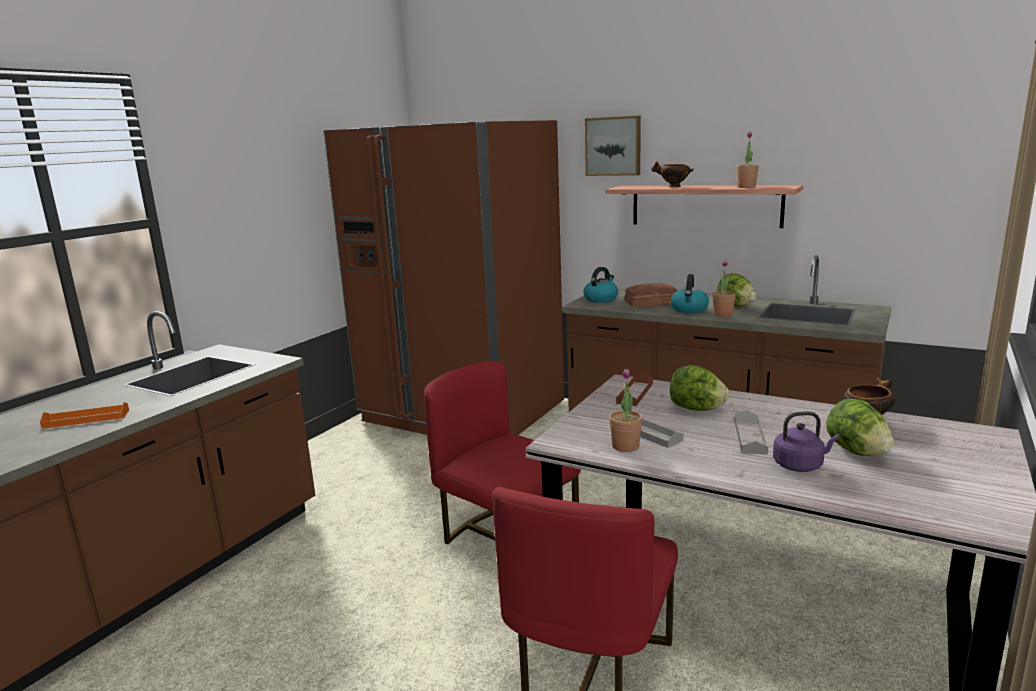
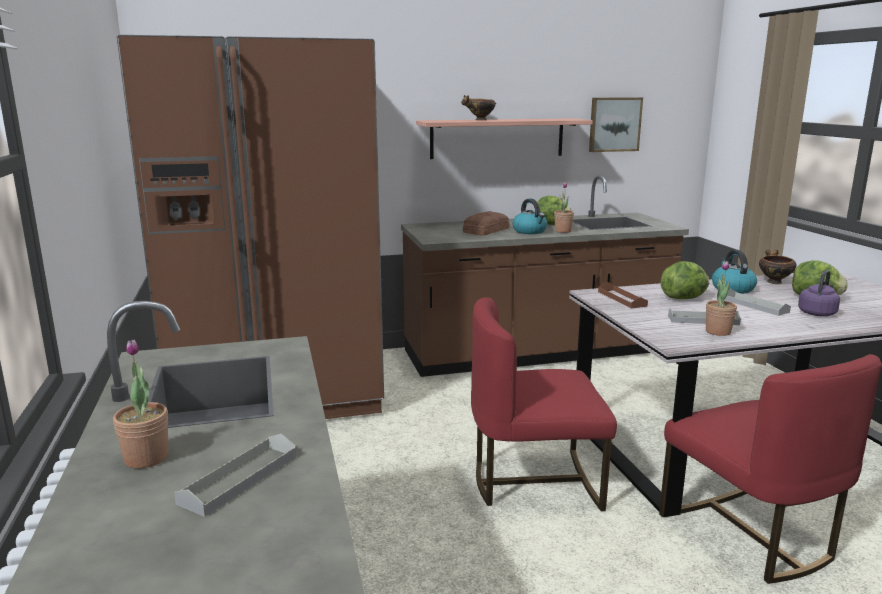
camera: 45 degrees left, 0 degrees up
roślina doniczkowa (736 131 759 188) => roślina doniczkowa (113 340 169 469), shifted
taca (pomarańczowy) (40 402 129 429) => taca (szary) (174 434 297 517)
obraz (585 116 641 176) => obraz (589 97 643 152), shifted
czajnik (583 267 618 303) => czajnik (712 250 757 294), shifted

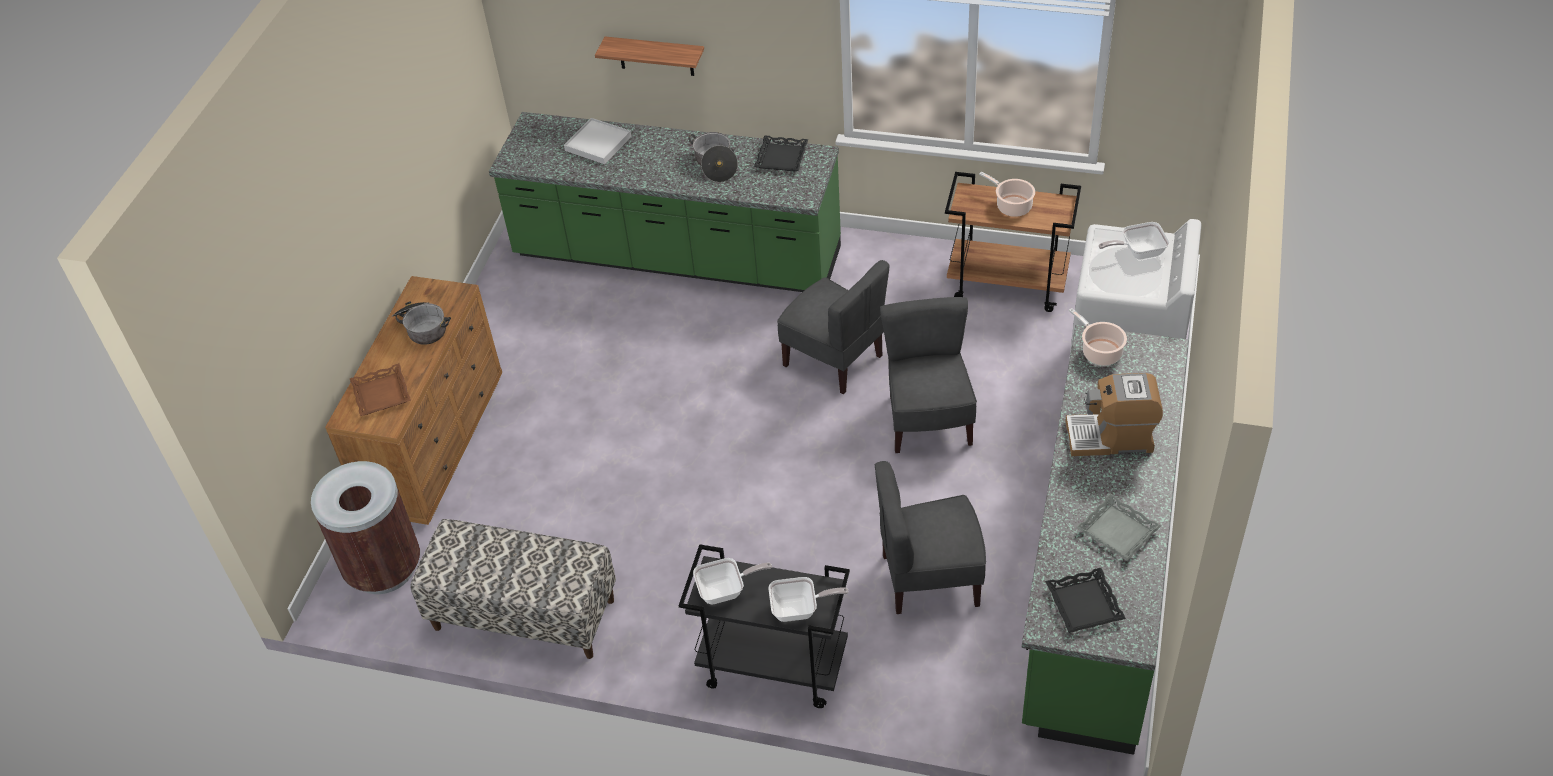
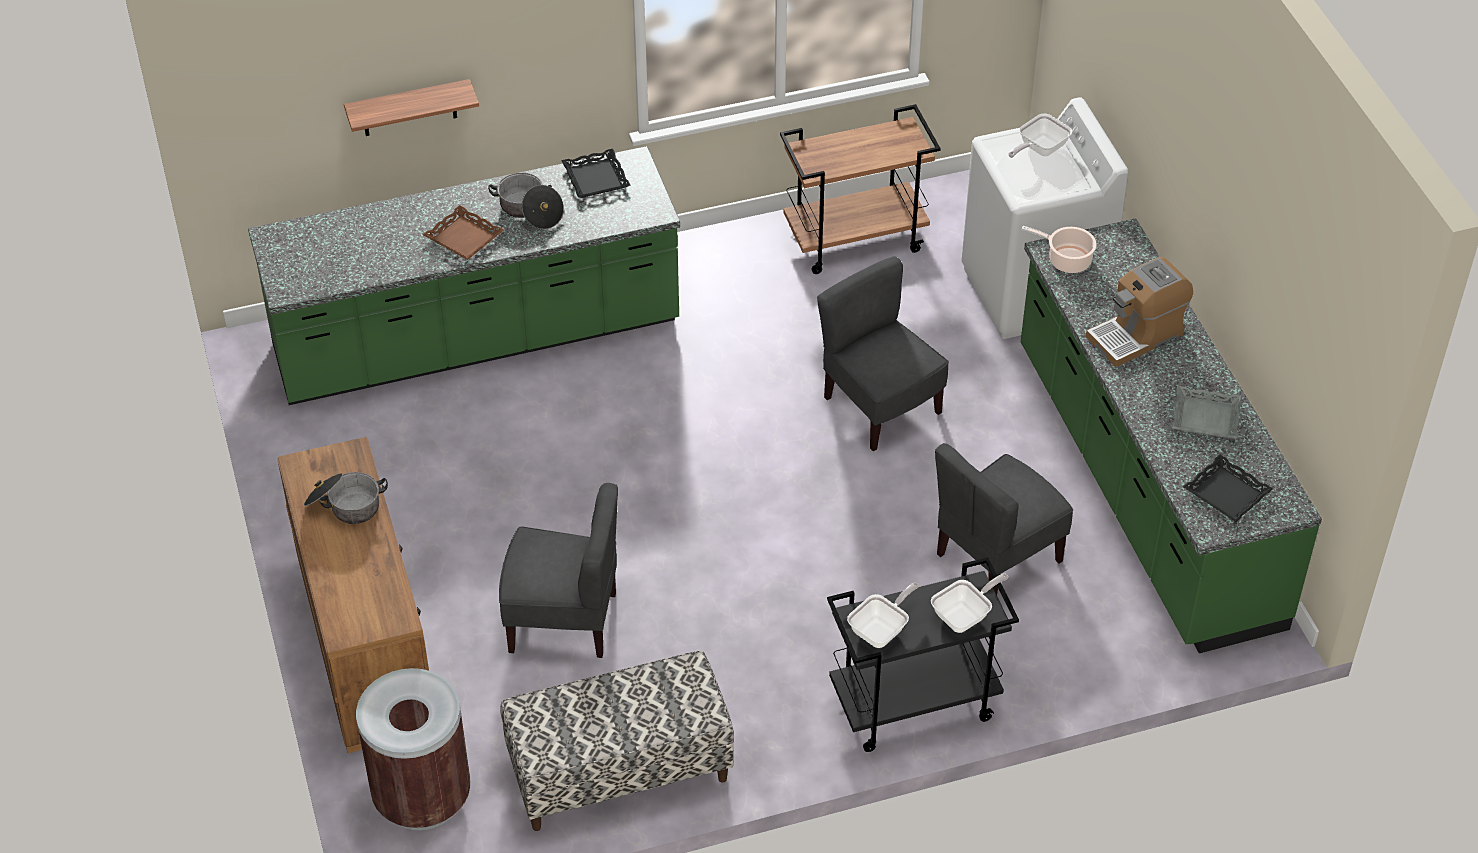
camera: 35 degrees left, 0 degrees up
taca (brązowy) (350 363 411 416) => taca (brązowy) (423 205 504 260), shifted
krzesło (szary) (777 260 889 394) => krzesło (szary) (499 483 618 658), shifted
taca (biały) (564 118 632 164) => nothing
garnek (979 171 1035 217) => nothing

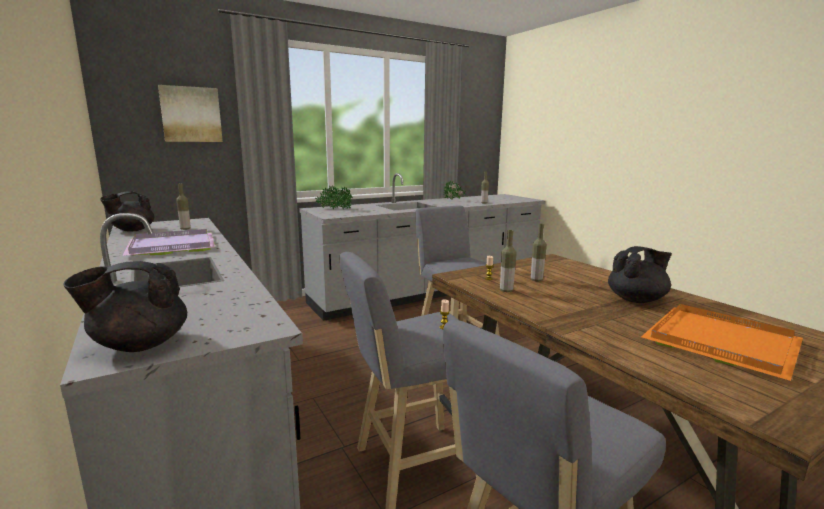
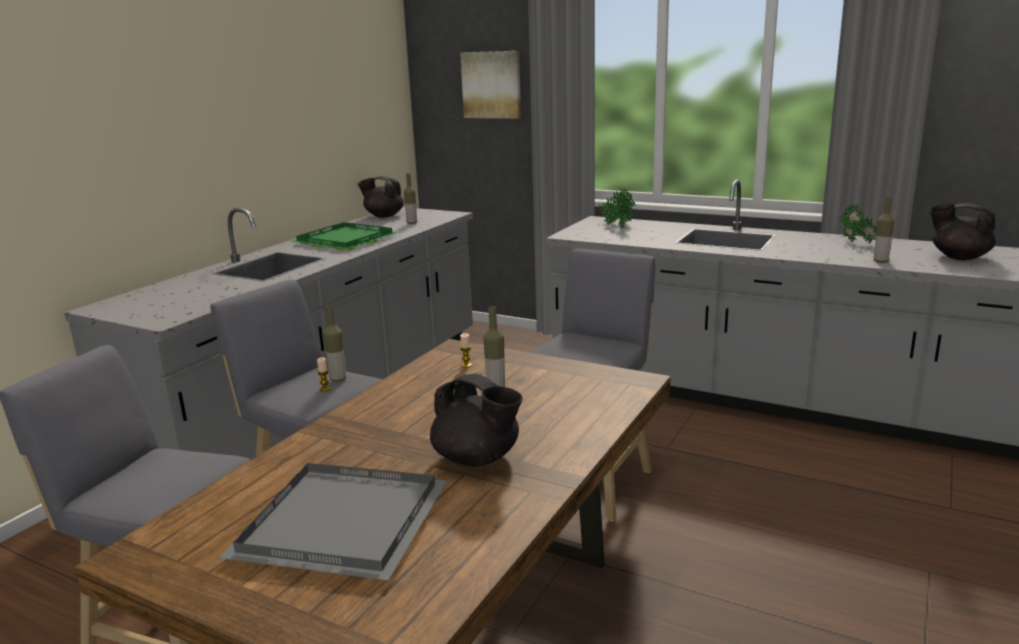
camera: 60 degrees right, 5 degrees up
taca (pomarańczowy) (641 304 803 381) => taca (szary) (219 463 447 580)
taca (fioletowy) (123 229 215 256) => taca (zielony) (290 222 399 251)
butelka (500 230 517 292) => butelka (323 305 346 382), shifted
imbryk (czarny) (63 261 187 352) => imbryk (czarny) (930 203 996 260), shifted

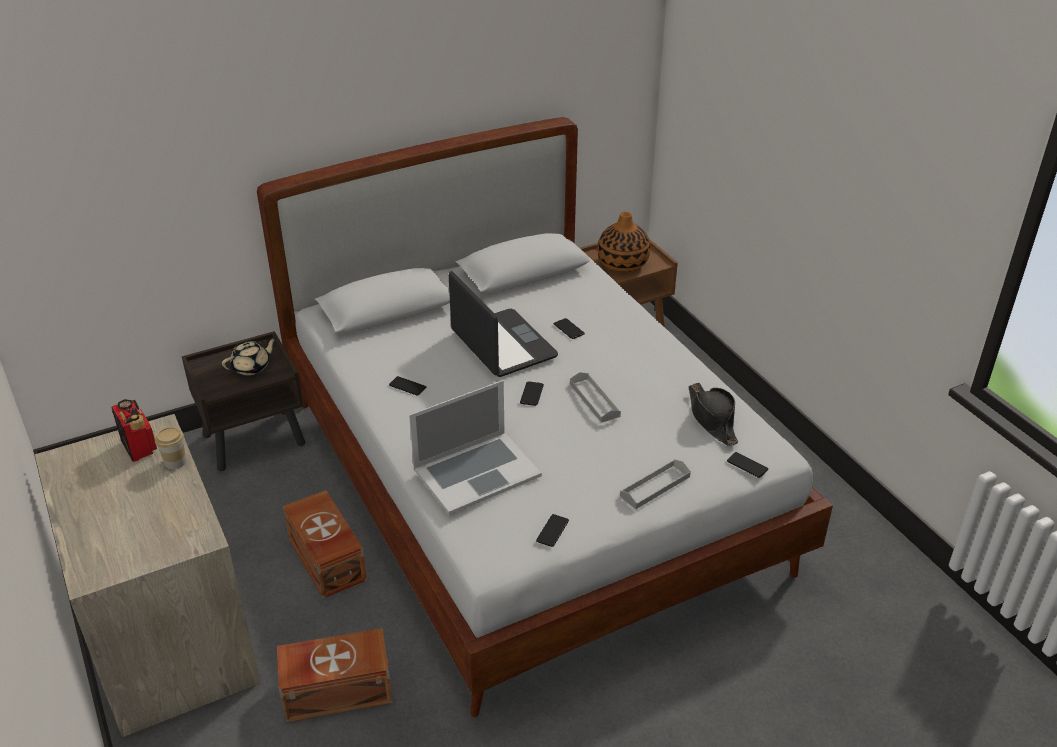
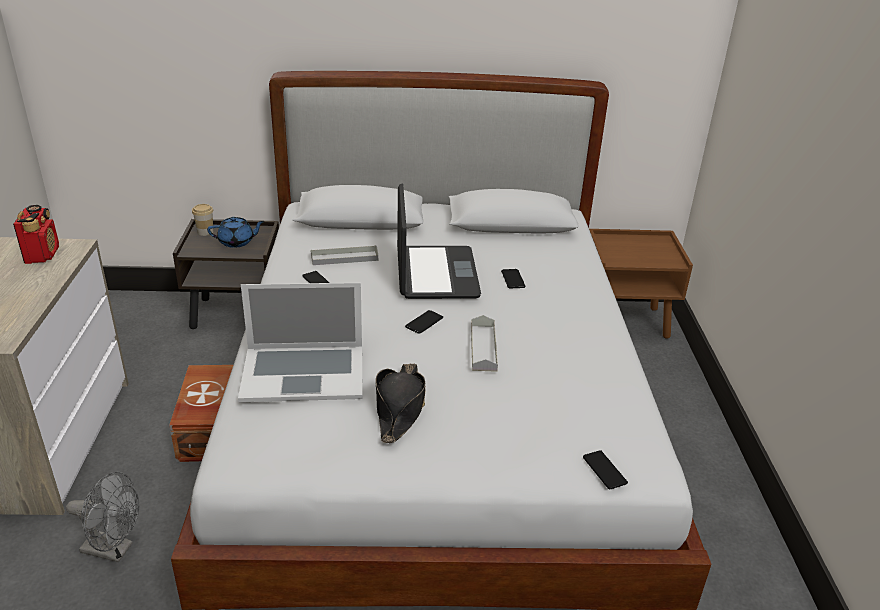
camera: 25 degrees right, 5 degrees down
pojemnik do przechowywania (brązowy) (277 628 393 722) => wentylator (szary) (66 471 139 562)
filiżanka (155 427 186 469) => filiżanka (192 204 213 236), shifted
imbryk (beżowy) (222 337 277 375) => imbryk (niebieski) (207 217 265 248)
taca (szary) (620 459 691 509) => taca (szary) (311 245 378 265), shifted
kapelusz (czarny) (689 383 738 446) => kapelusz (czarny) (375 363 425 443), shifted
telefon (536 514 569 547) => nothing
wazon (597 212 650 272) => nothing

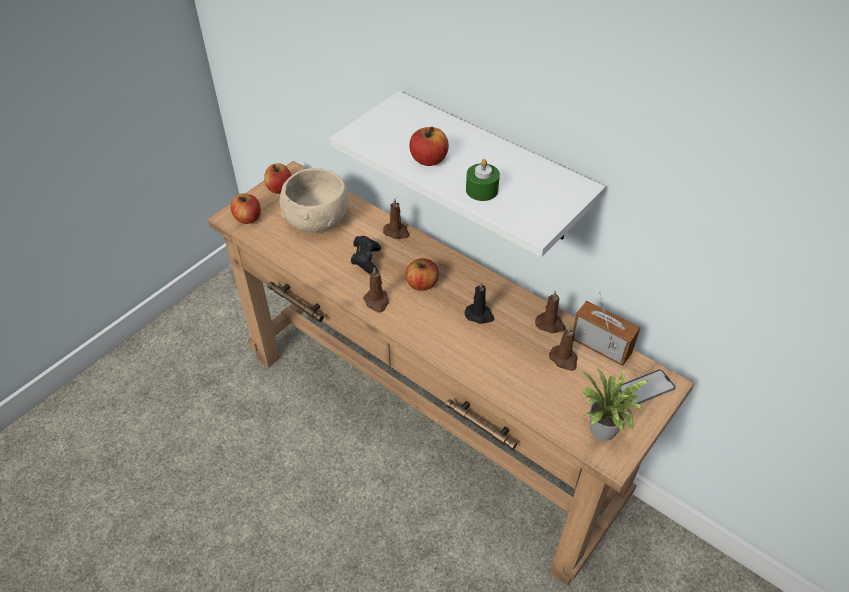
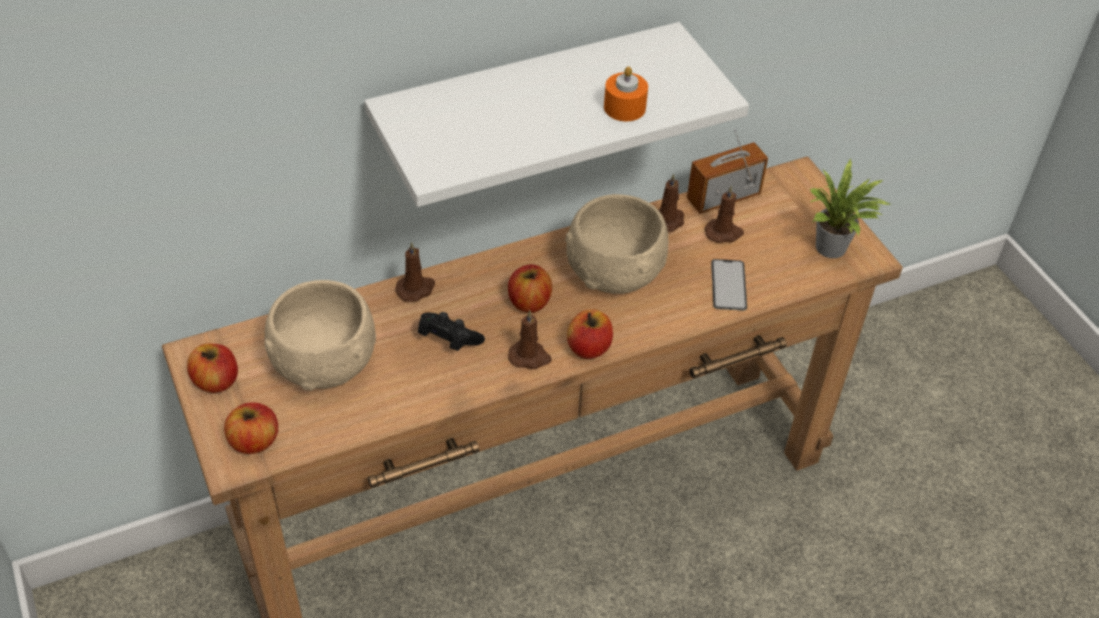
camera: 65 degrees left, 0 degrees up
świeca (czarny) (465 281 494 324) => miska (beżowy) (565 194 668 294)
jabłko (409 127 449 166) => jabłko (567 309 613 359), shifted
świeca (zielony) (466 159 500 201) => świeca (pomarańczowy) (604 66 648 122)
telefon (620 369 676 404) => telefon (711 259 747 311), shifted

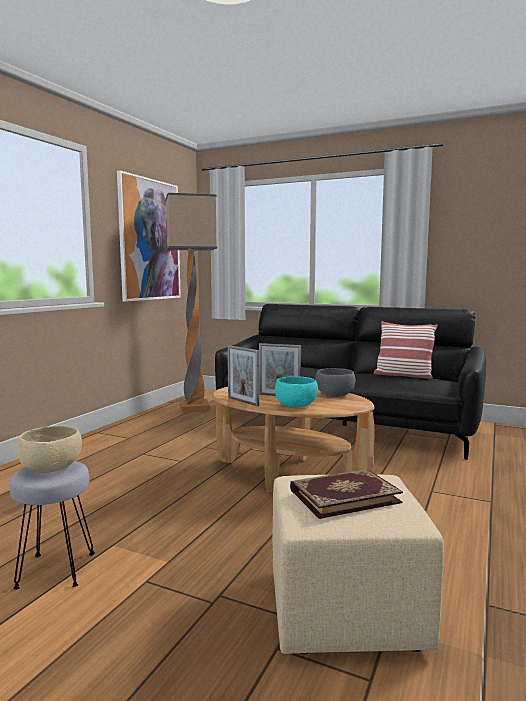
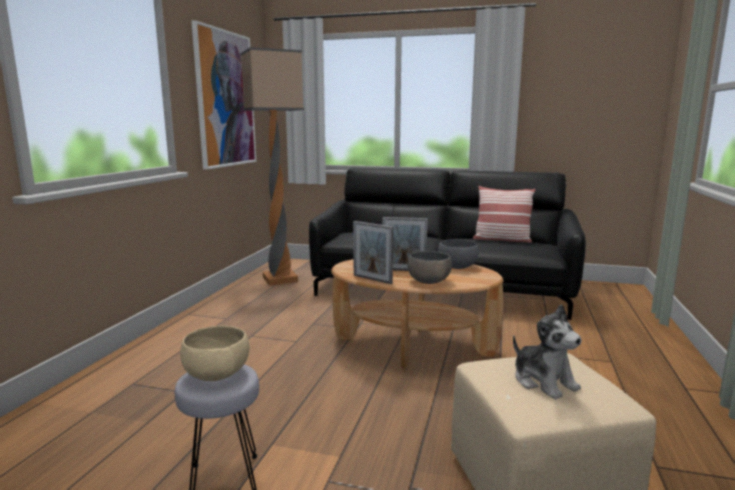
camera: 10 degrees left, 5 degrees up
miska (turkusowy) (275 376 318 408) => miska (szary) (407 251 452 284)
książka (290 469 403 519) => pluszak (513 304 582 399)

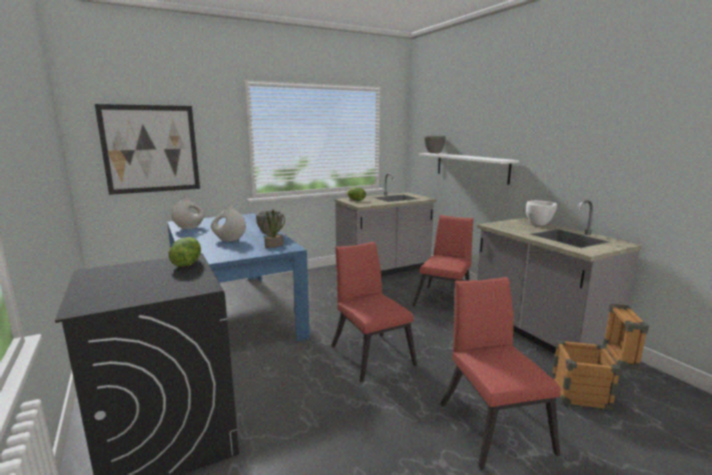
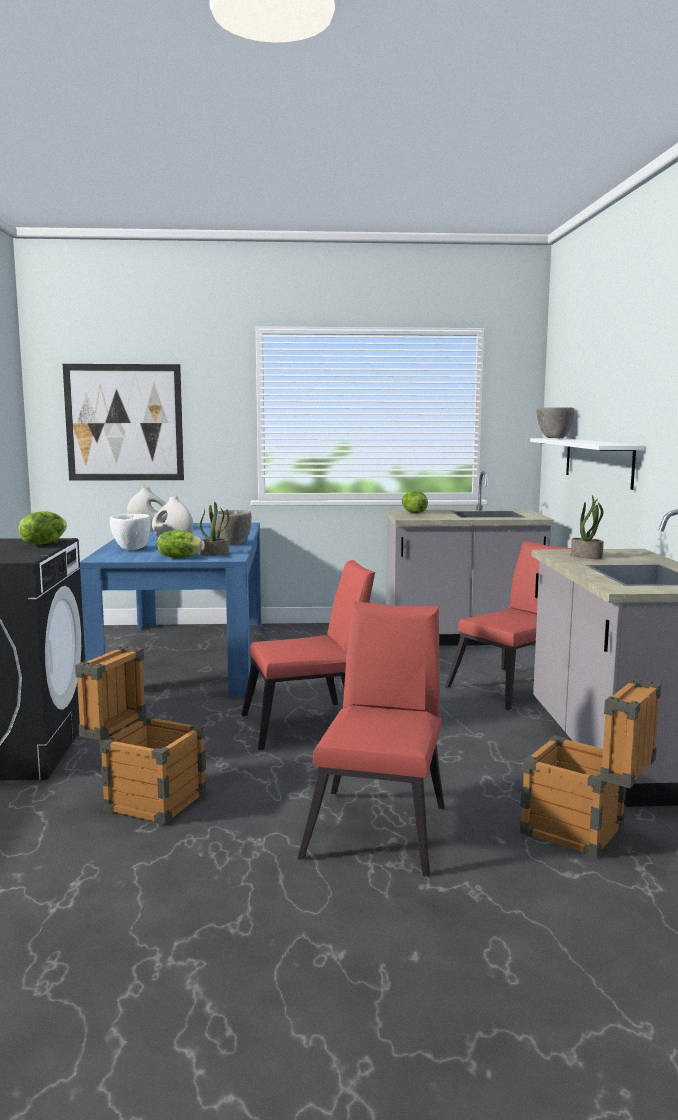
camera: 25 degrees right, 5 degrees down
nothing => skrzynka (75 646 206 825)
miska (biały) (526 200 557 226) => miska (biały) (110 514 150 550), shifted
nothing => sałata (157 530 205 558)
krzesło (czerwony) (331 242 417 382) => krzesło (czerwony) (242 560 375 750), 75 degrees clockwise
nothing => roślina doniczkowa (571 495 604 559)

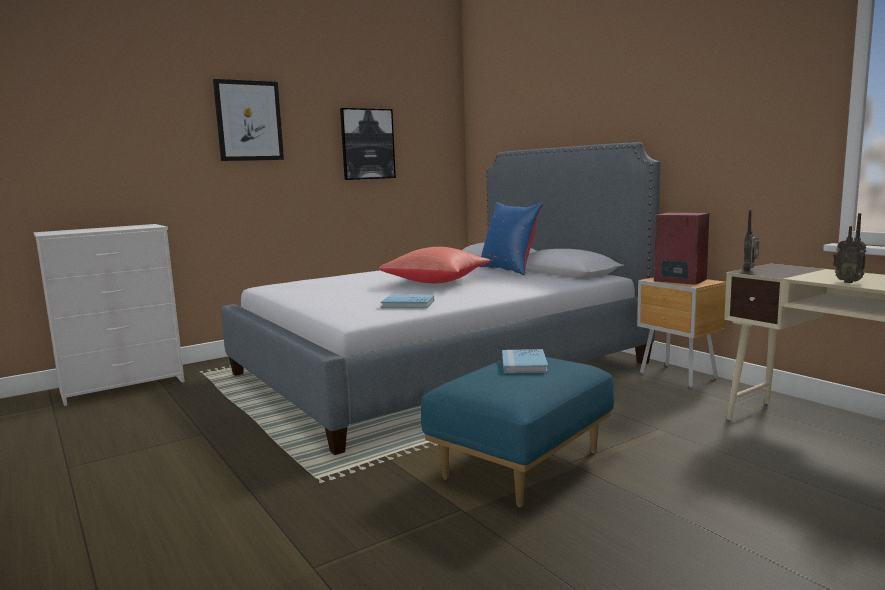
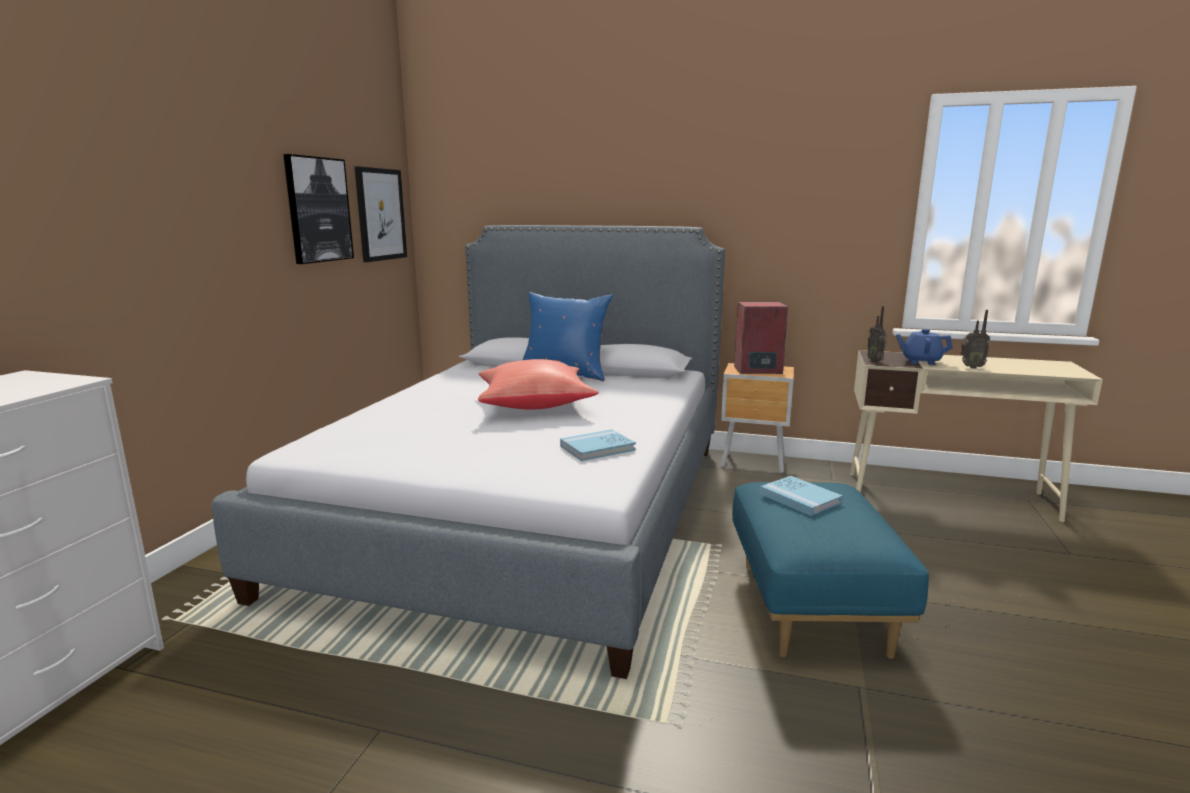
camera: 40 degrees left, 5 degrees up
obraz (213 79 284 161) => obraz (355 166 407 262), shifted
nothing => imbryk (niebieski) (896 329 953 365)

